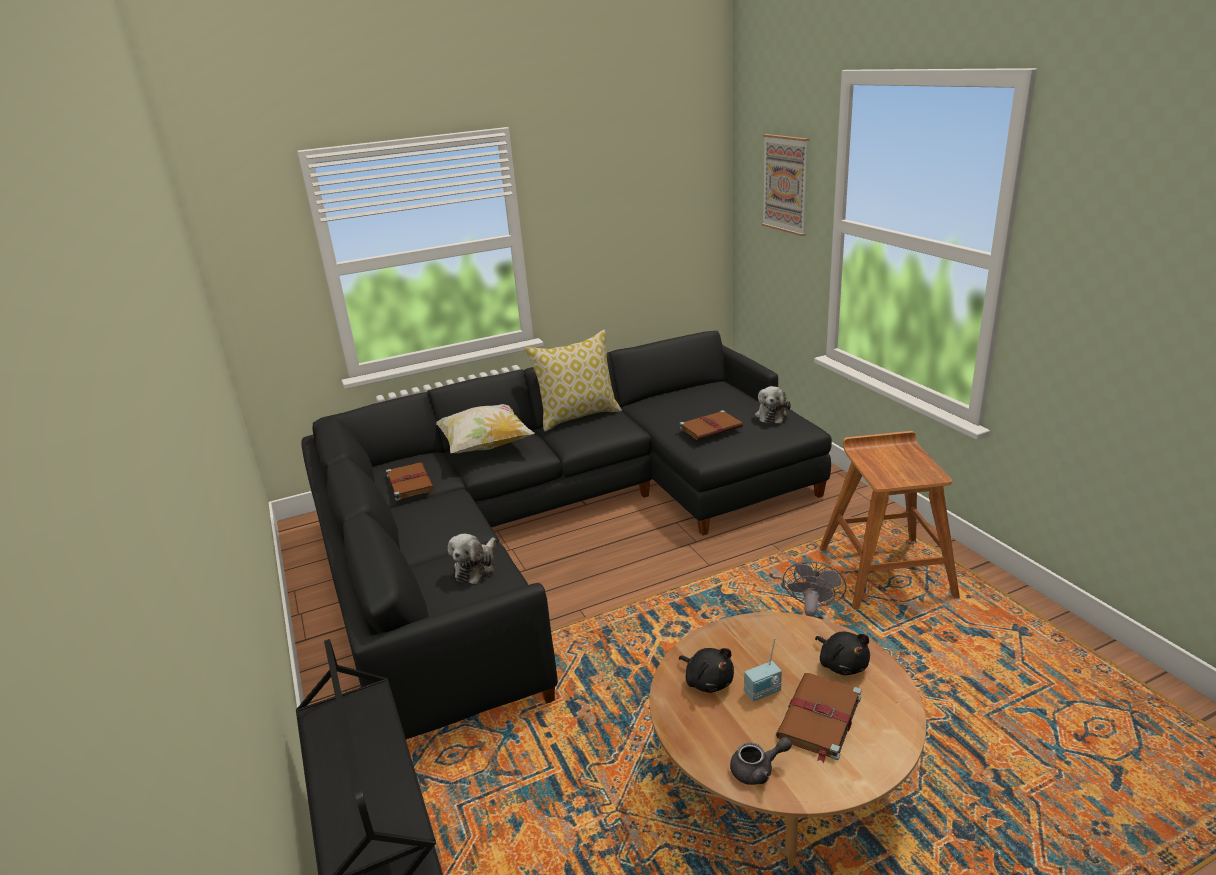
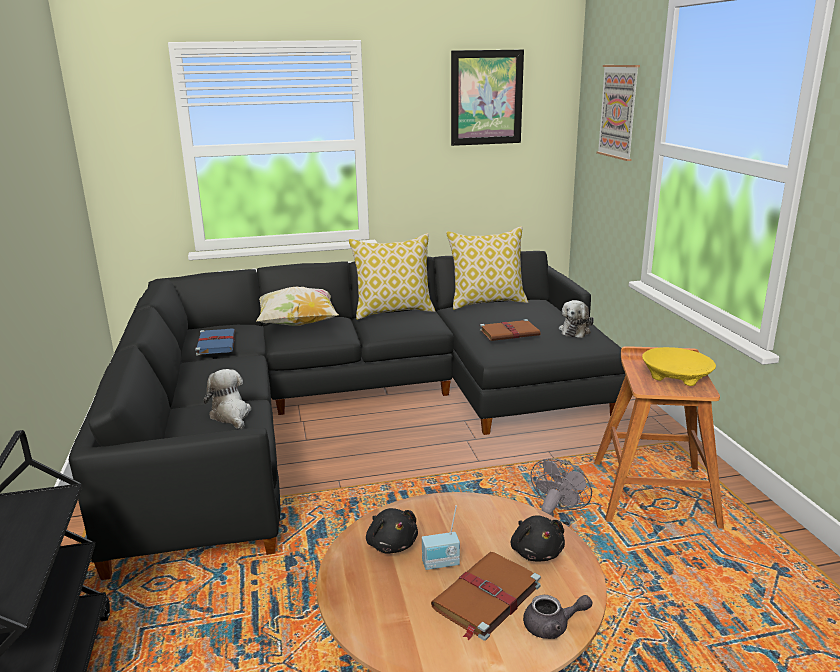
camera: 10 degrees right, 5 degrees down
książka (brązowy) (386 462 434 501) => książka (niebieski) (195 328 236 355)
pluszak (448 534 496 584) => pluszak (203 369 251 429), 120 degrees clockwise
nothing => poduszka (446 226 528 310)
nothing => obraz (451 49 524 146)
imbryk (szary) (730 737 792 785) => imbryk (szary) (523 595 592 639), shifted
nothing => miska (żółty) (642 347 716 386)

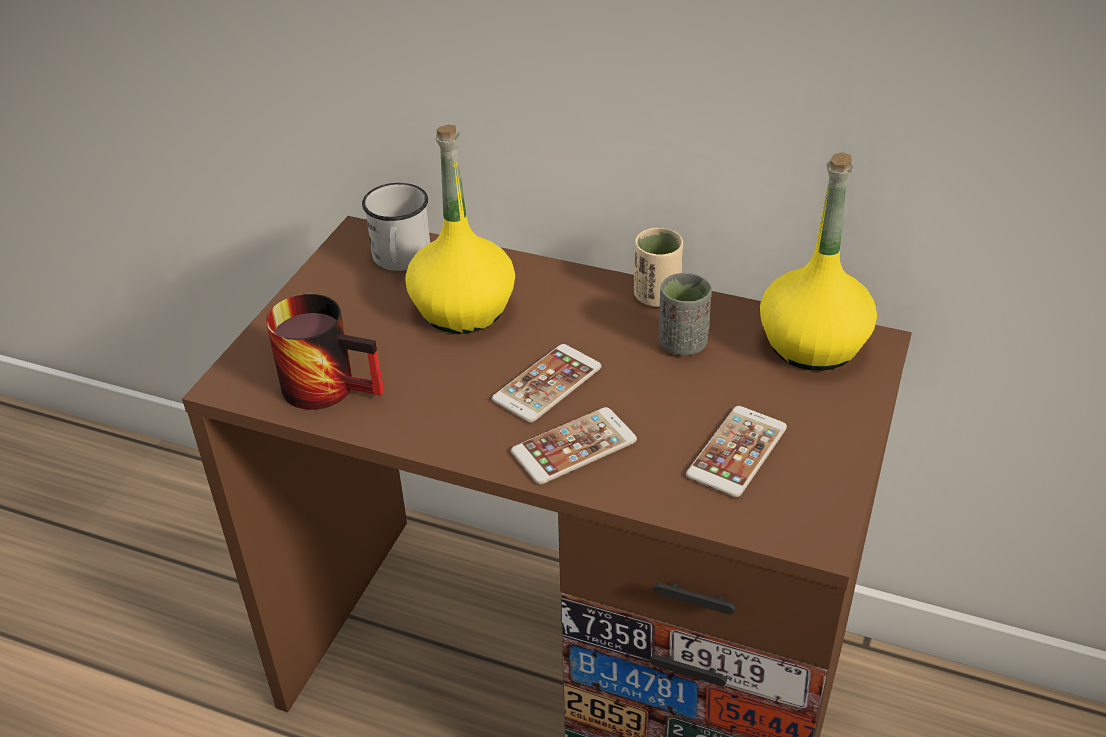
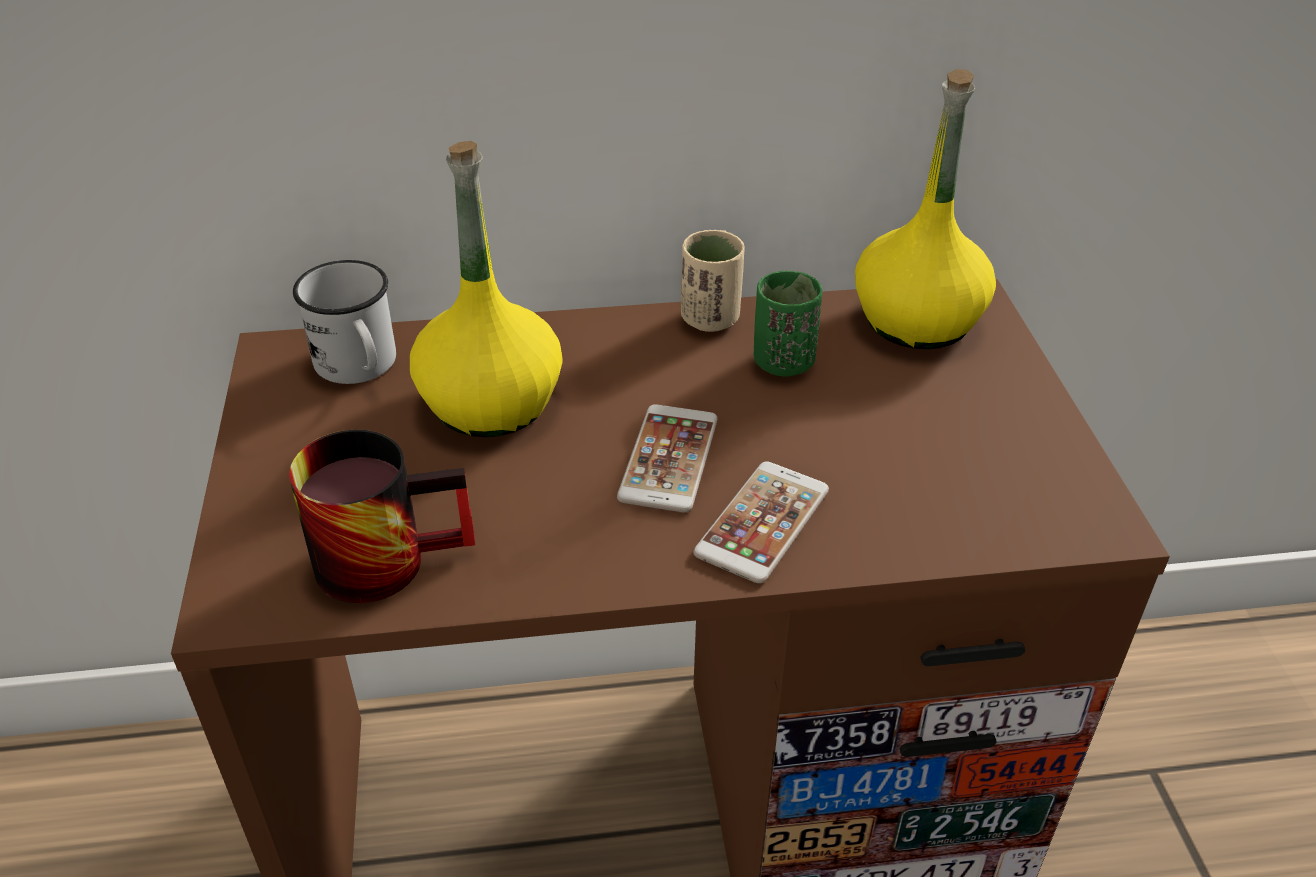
camera: 30 degrees left, 0 degrees up
filiżanka (szary) (659 273 712 356) => filiżanka (zielony) (753 271 823 377)
telefon (686 406 787 498) => nothing

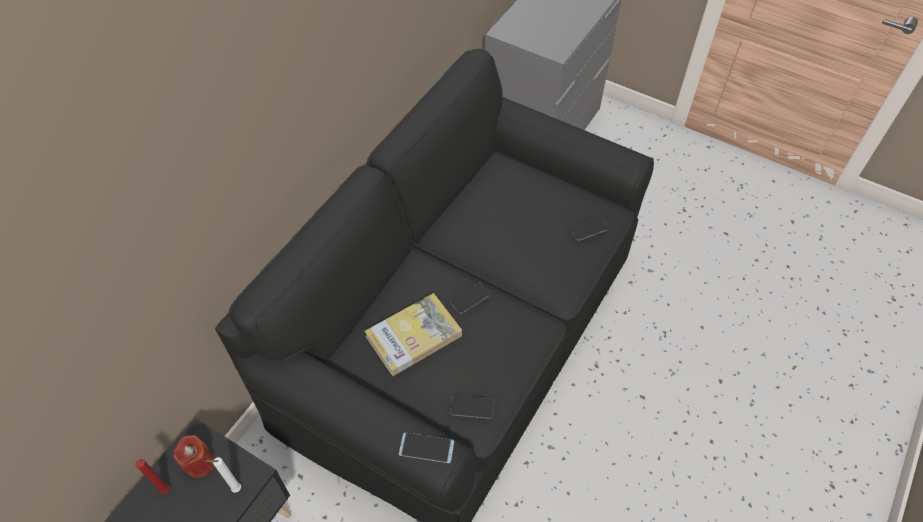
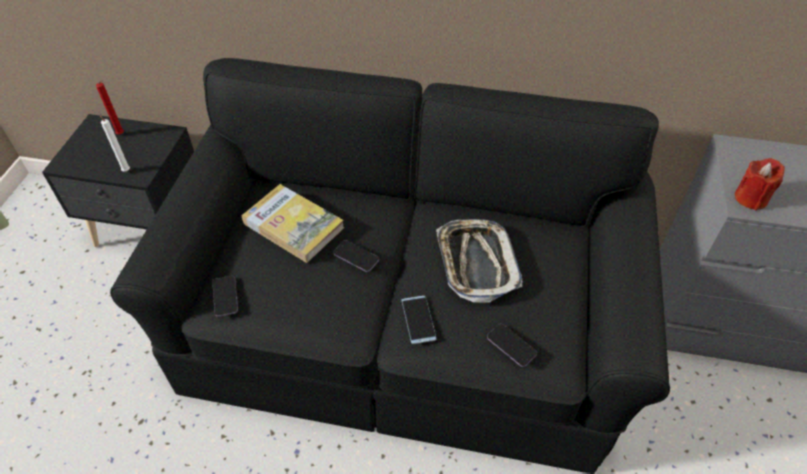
camera: 70 degrees right, 5 degrees down
telefon (399 432 454 463) => telefon (401 296 436 344), shifted
nothing => taca (436 219 522 302)
świeca (czerwony) (174 435 214 478) => świeca (czerwony) (735 158 785 211), shifted

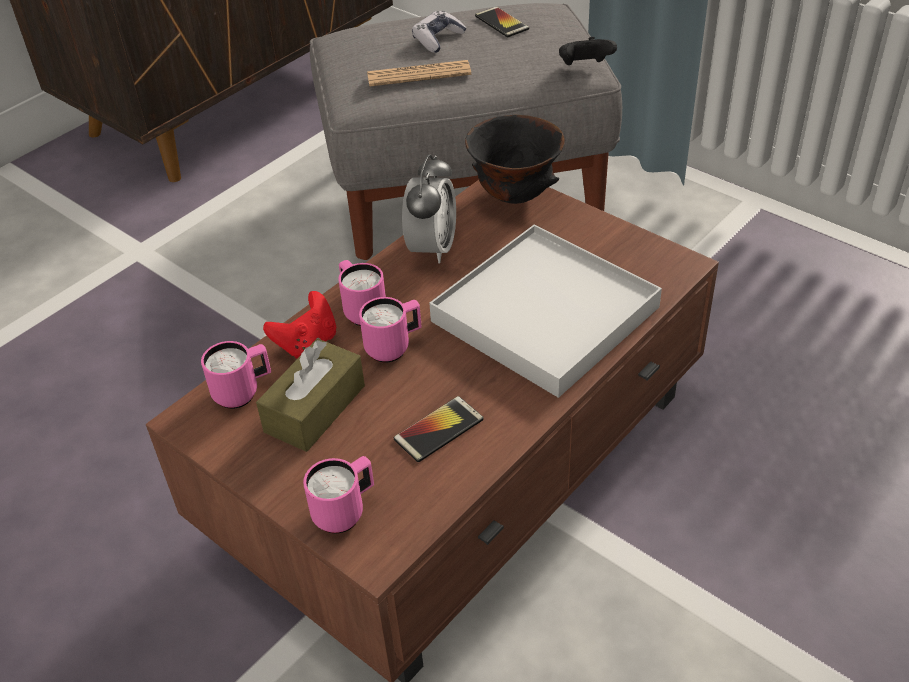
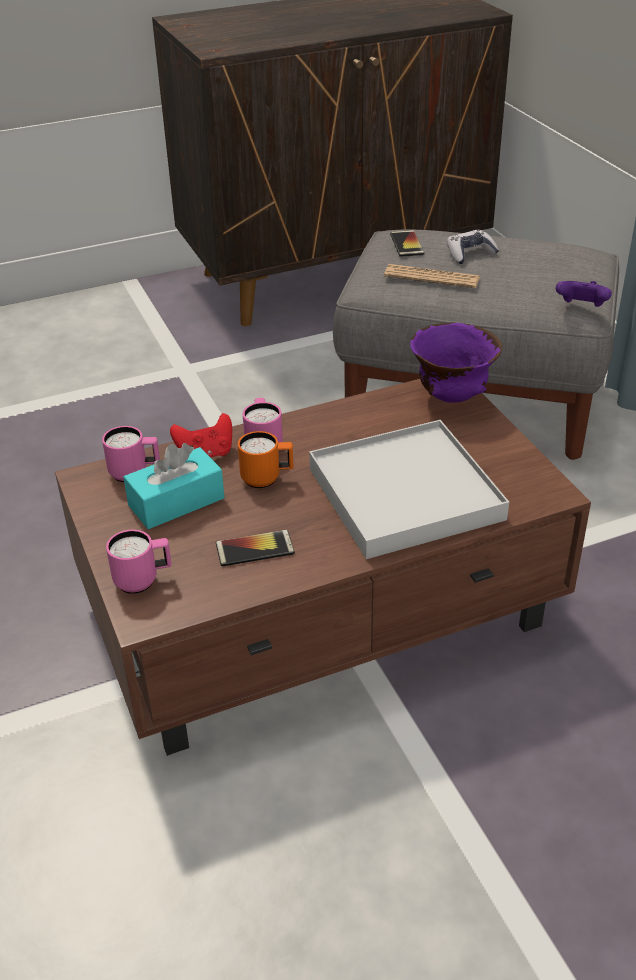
camera: 25 degrees right, 5 degrees down
pudełko chusteczek (brązowy) (256 338 365 452) => pudełko chusteczek (turkusowy) (123 443 225 529)
kubek (różowy) (359 297 422 363) => kubek (pomarańczowy) (238 431 294 488)
telefon (475 7 529 38) => telefon (390 230 424 257), shifted
miska (czarny) (465 115 565 204) => miska (fioletowy) (410 323 502 403)
pad do gier (czarny) (559 37 617 65) => pad do gier (fioletowy) (556 281 612 307)
budzik (402 154 456 263) => nothing

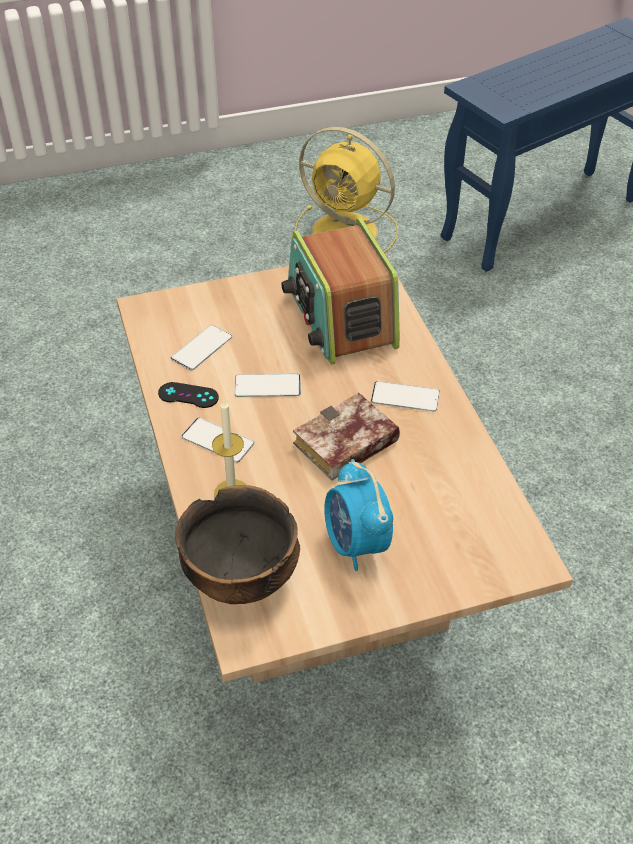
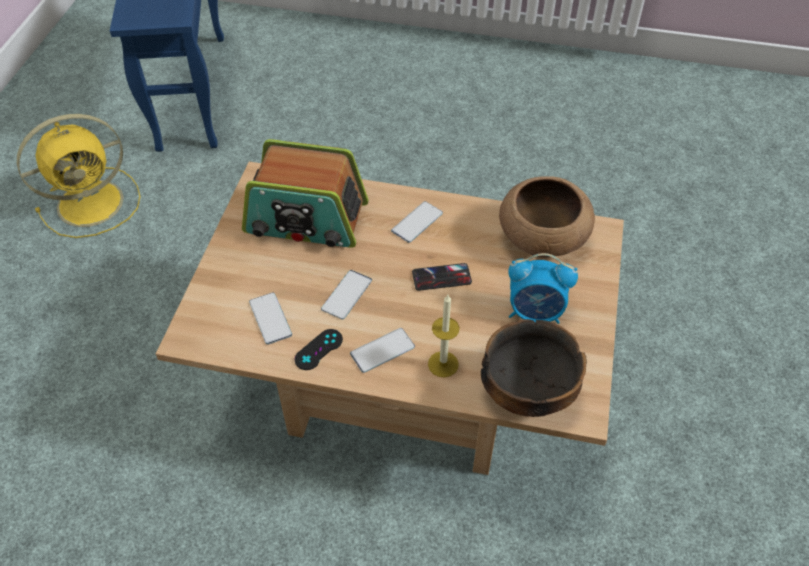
camera: 60 degrees left, 5 degrees up
książka (293 393 400 480) => telefon (412 263 472 291)
nothing => miska (brązowy) (499 176 595 258)

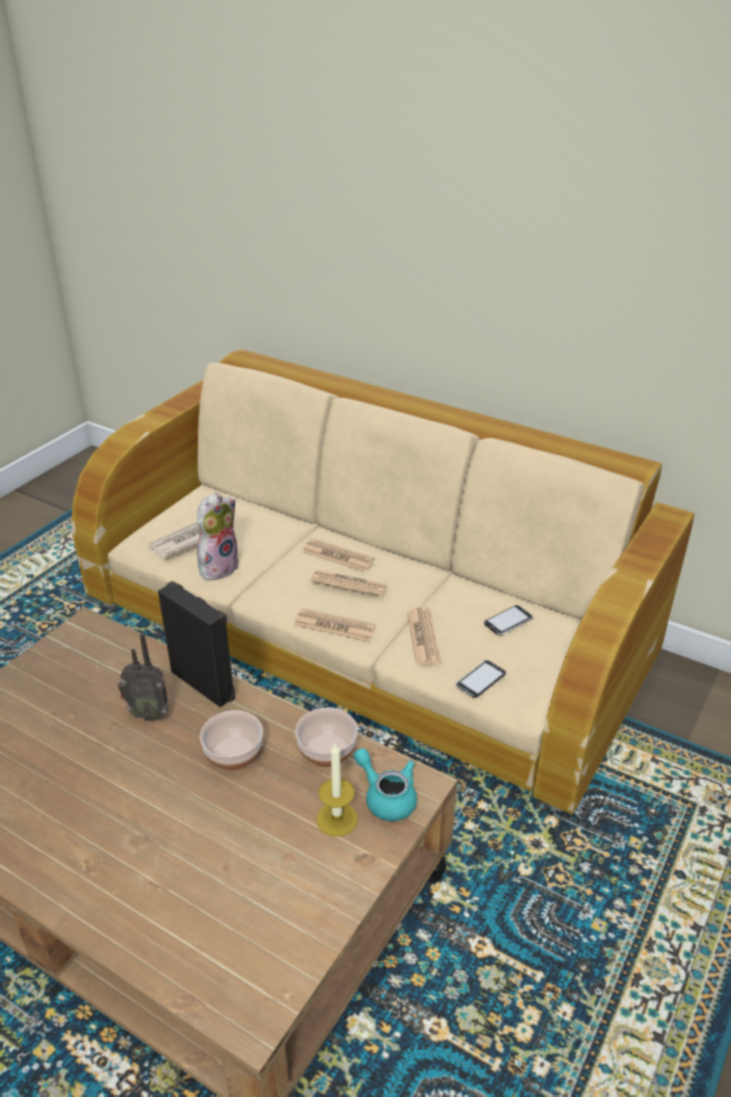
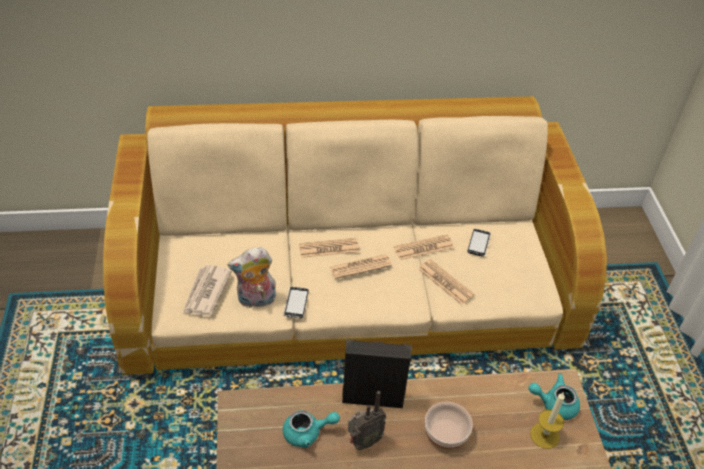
camera: 40 degrees left, 10 degrees up
pluszak (197 492 239 581) => pluszak (228 247 276 308), 105 degrees counterclockwise
telefon (455 660 506 698) => telefon (283 287 309 318), shifted
nothing => imbryk (turkusowy) (283 410 340 448)
gazeta (294 608 376 642) => gazeta (394 235 454 260), shifted
miska (295 708 358 767) => nothing

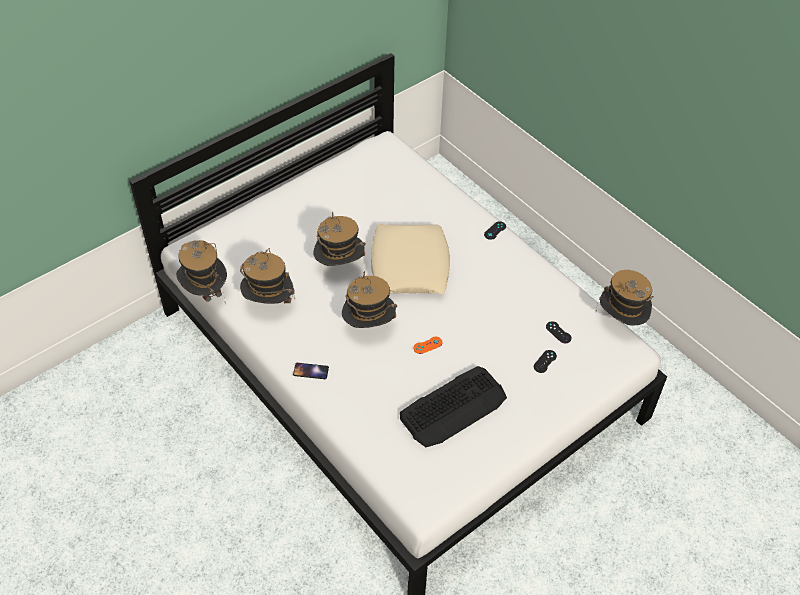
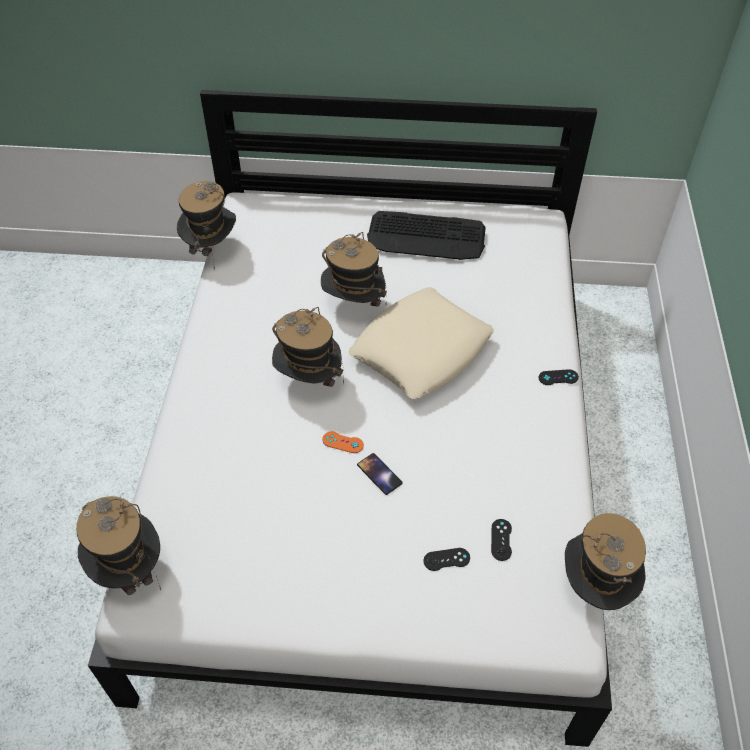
camera: 45 degrees right, 0 degrees up
kapelusz (240 248 295 304) => kapelusz (76 496 161 595), shifted
telefon (293 363 329 379) => telefon (357 453 403 495), shifted
klawiatura (400 366 507 447) => klawiatura (367 211 486 260), shifted

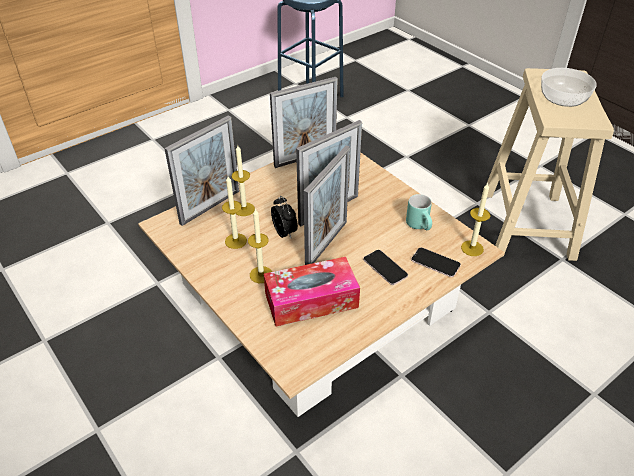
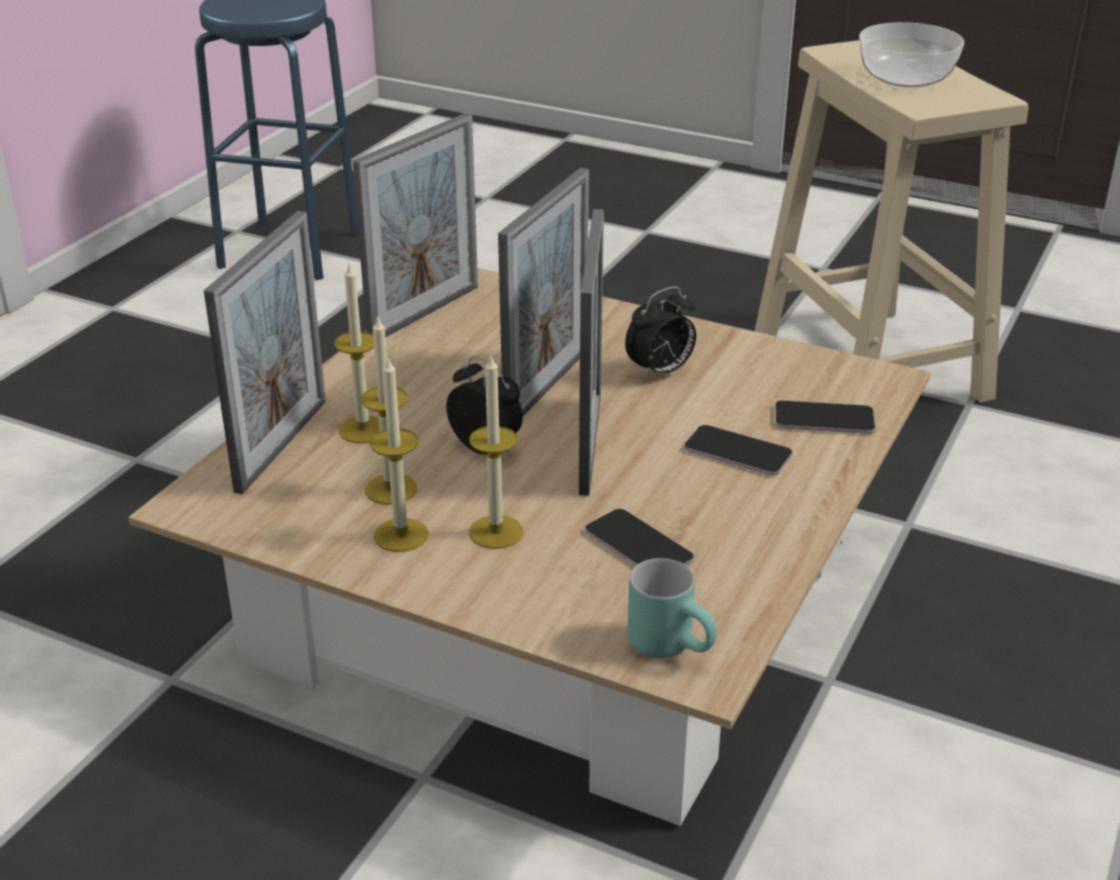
camera: 25 degrees left, 10 degrees down
świeca (461 183 490 256) => świeca (370 358 429 552), shifted
pudełko chusteczek (264 257 360 327) => telefon (584 508 694 566)
nothing => budzik (625 286 696 380)
kubek (turkusowy) (406 194 432 230) => kubek (turkusowy) (627 558 717 658), shifted

